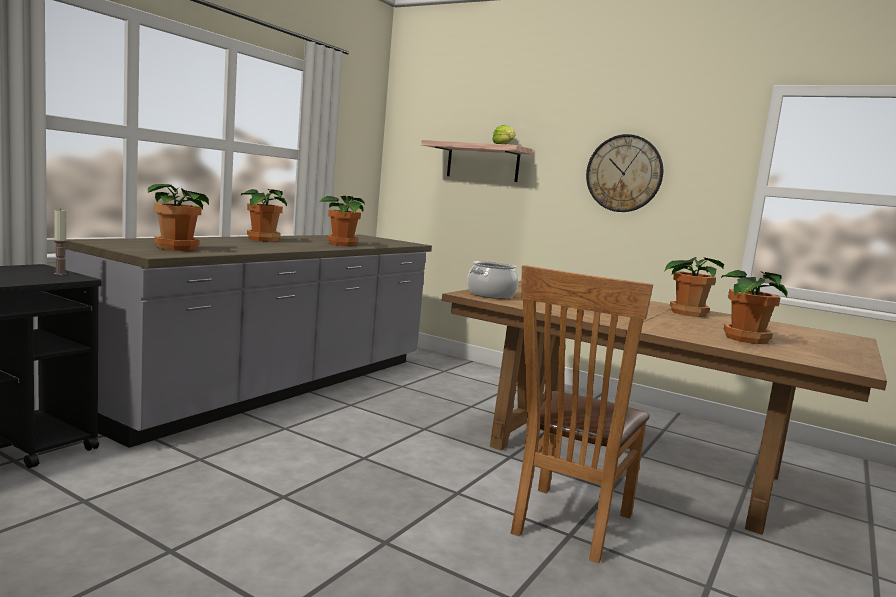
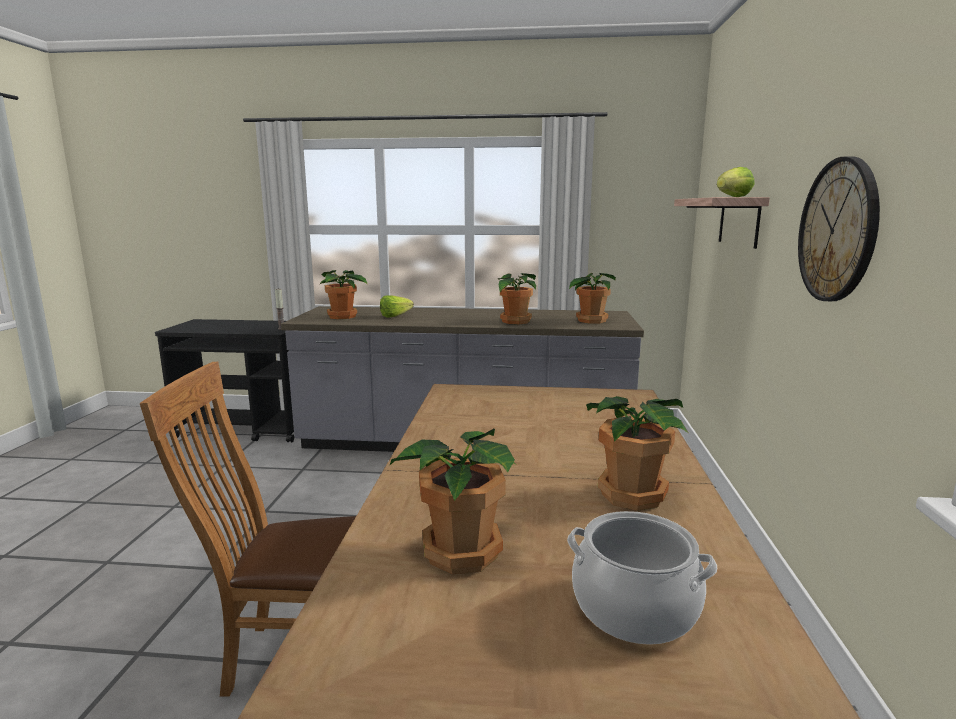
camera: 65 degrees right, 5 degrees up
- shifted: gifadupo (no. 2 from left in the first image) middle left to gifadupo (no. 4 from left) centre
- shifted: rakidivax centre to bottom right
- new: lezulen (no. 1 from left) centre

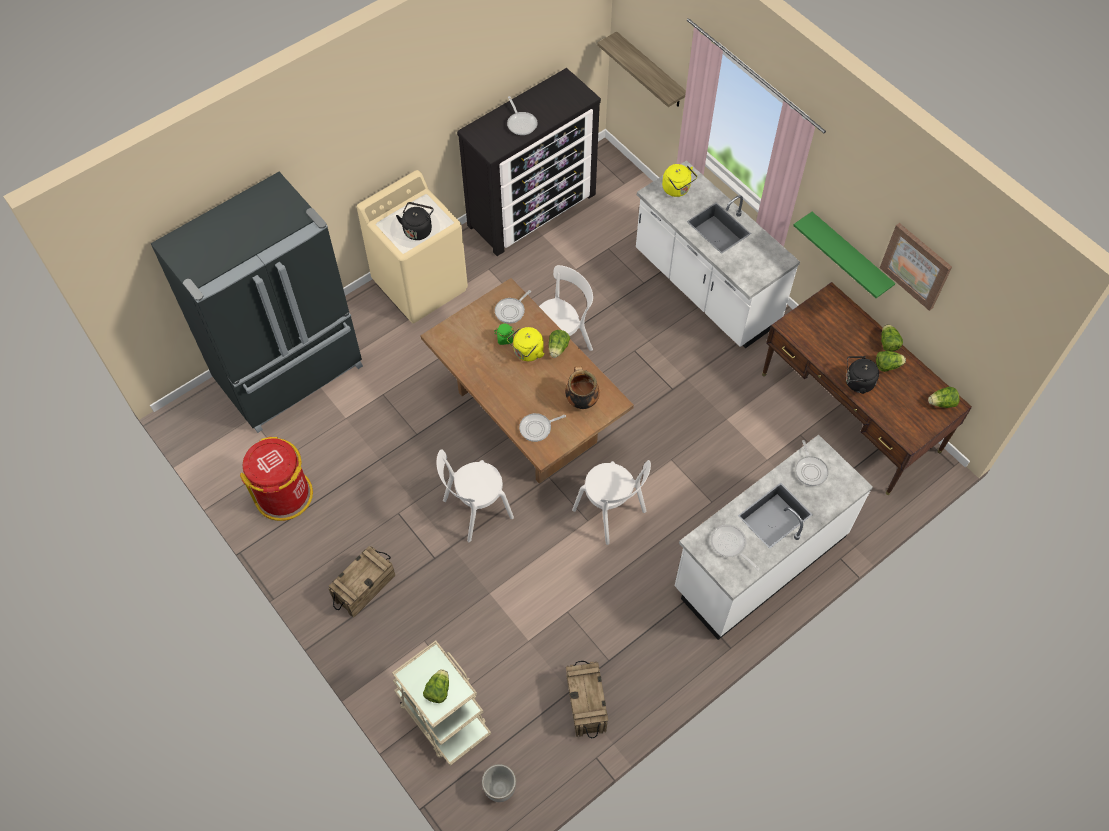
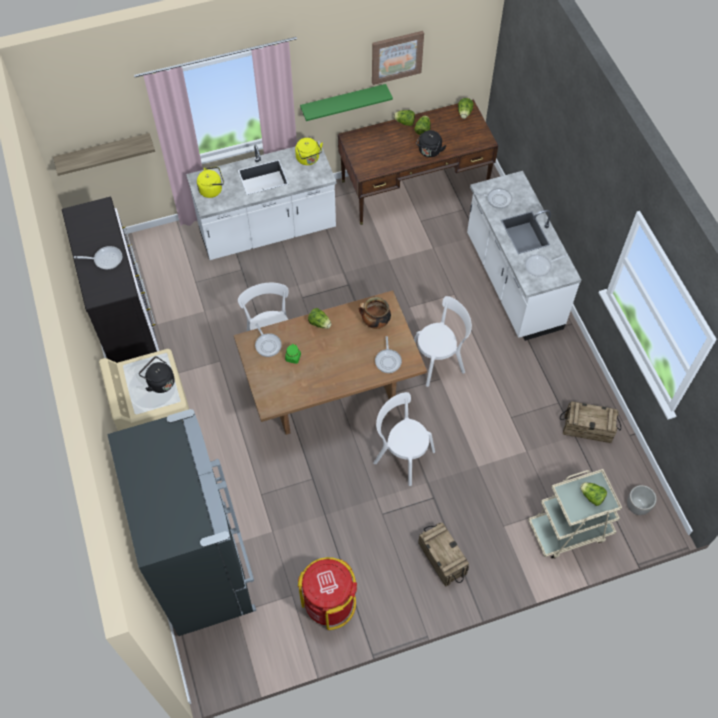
camera: 70 degrees left, 0 degrees up
- shifted: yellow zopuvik (no. 1 from left in the first image) centre to yellow zopuvik (no. 2 from left) top centre
- rotated: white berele (no. 1 from left in the first image) centre = centre 135 degrees clockwise

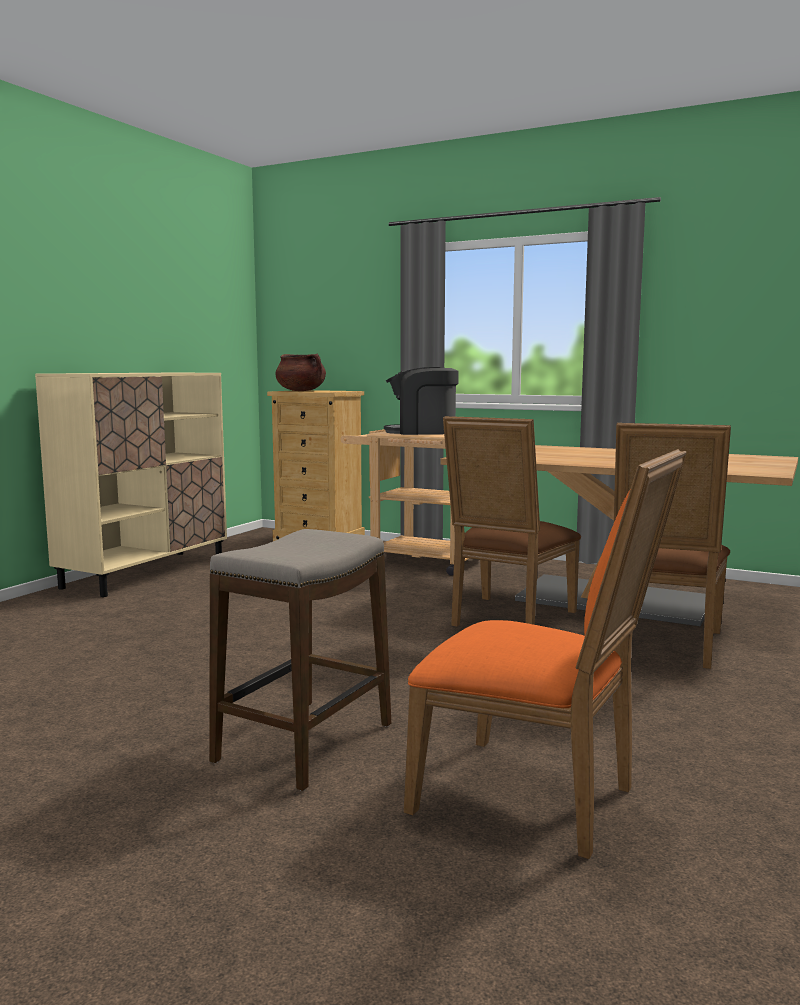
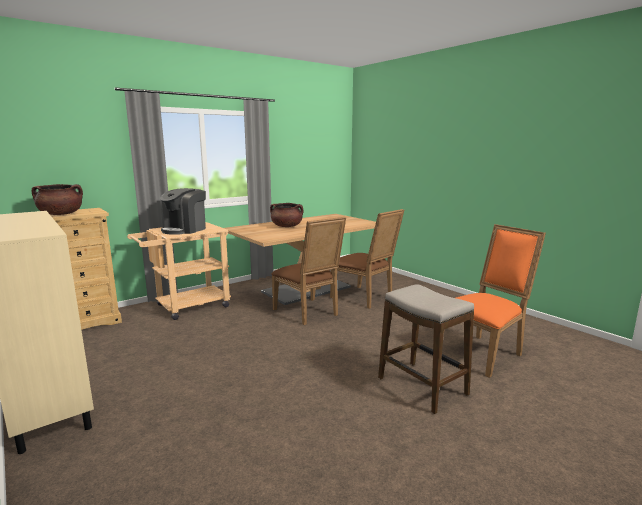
camera: 65 degrees left, 5 degrees up
- new: brown rakidivax (no. 2 from left) centre

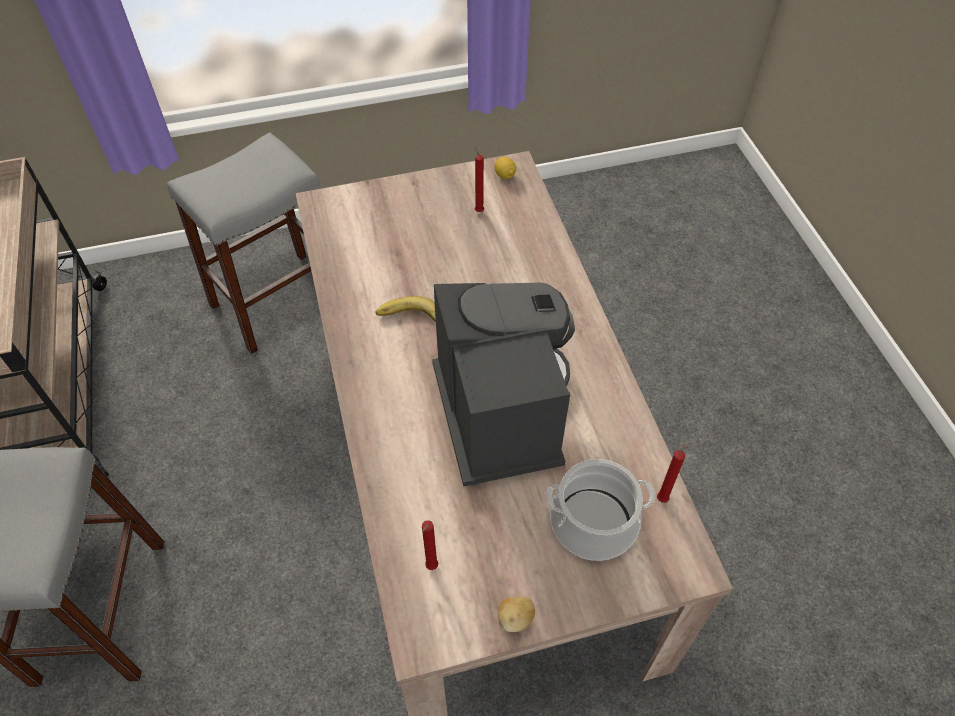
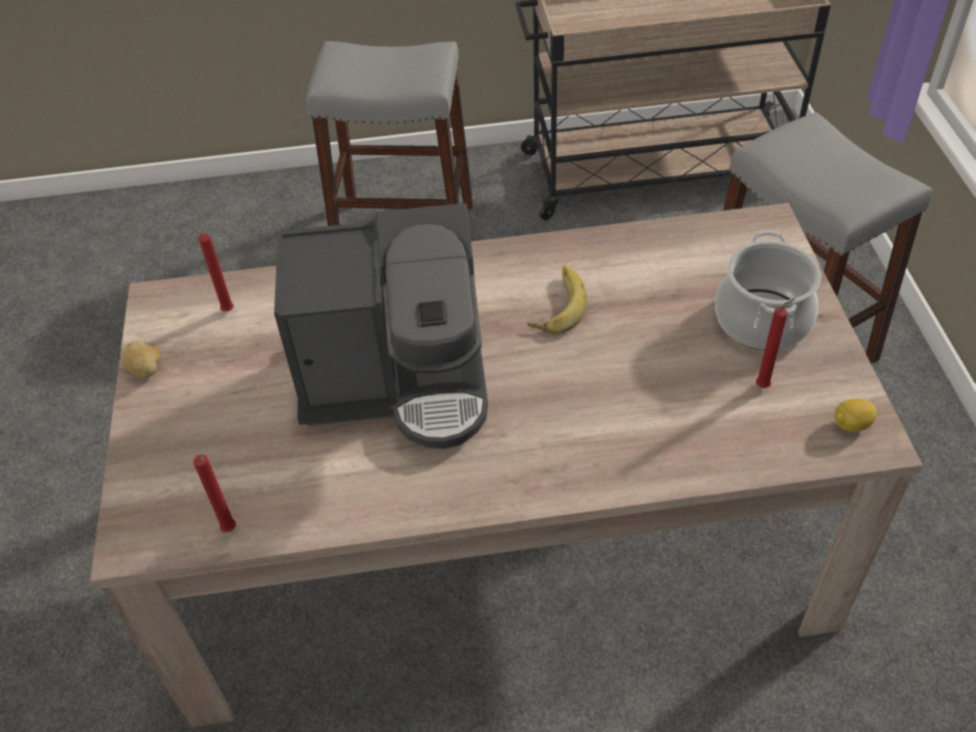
camera: 100 degrees right, 5 degrees down
- shifted: rakidivax bottom centre to middle right

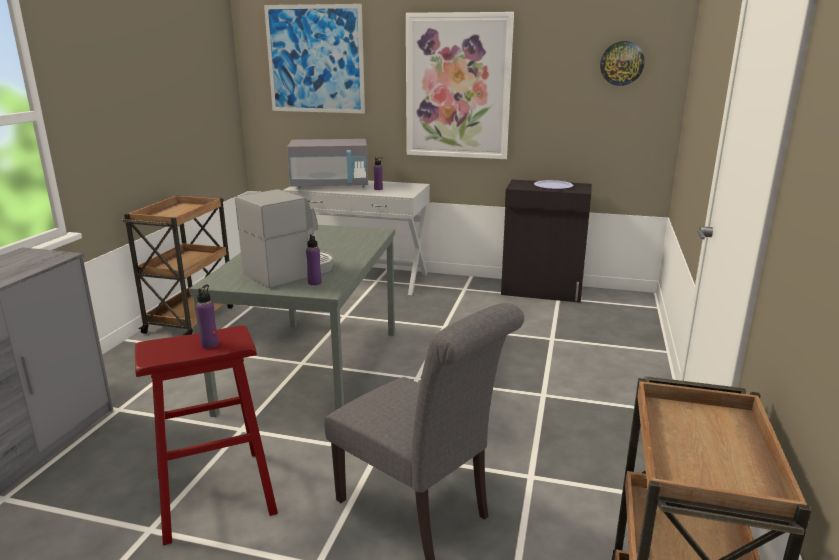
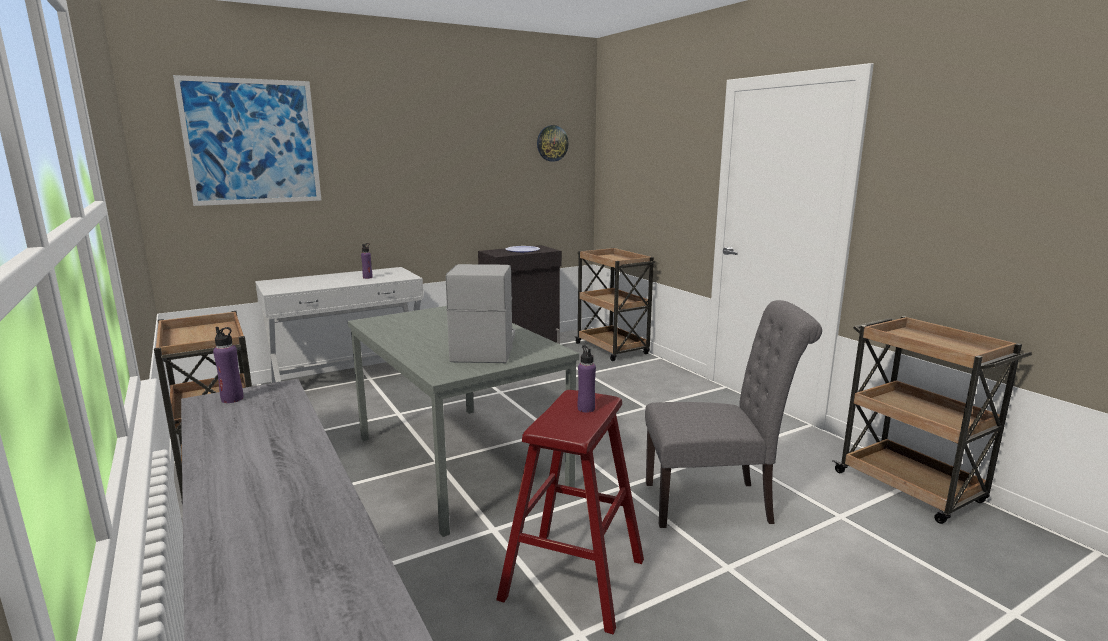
camera: 45 degrees left, 5 degrees down
- gone: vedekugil (no. 2 from left) top centre
- gone: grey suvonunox top centre
- shifted: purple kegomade (no. 2 from left in the first image) centre to purple kegomade (no. 1 from left) middle left
- new: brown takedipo (no. 2 from left) centre

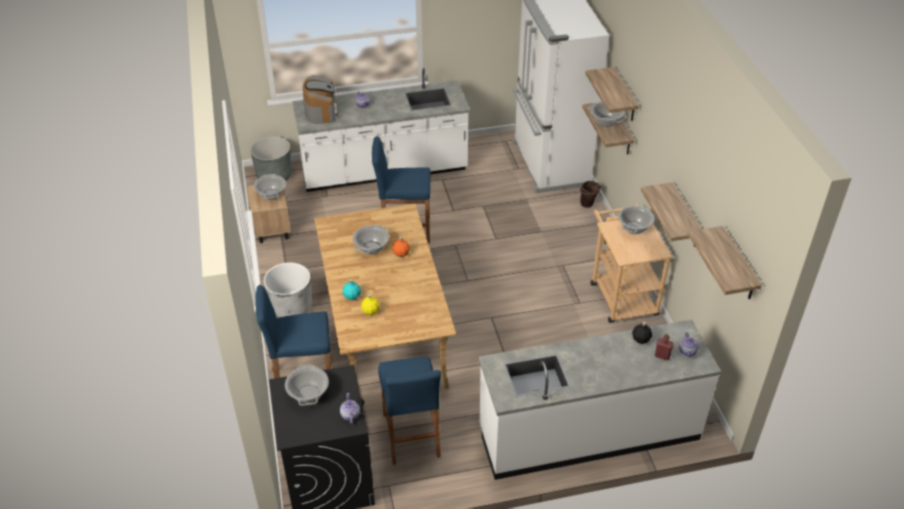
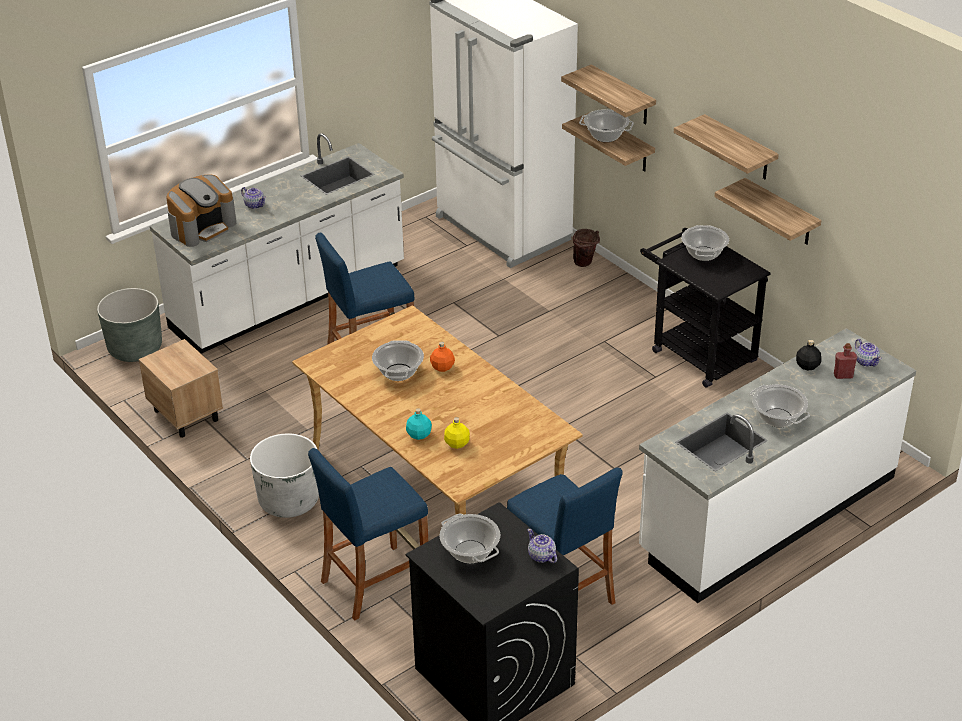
camera: 25 degrees left, 5 degrees down
- rotated: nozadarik top centre = top left 75 degrees clockwise
- shifted: rakidivax (no. 1 from left in the first image) middle left to rakidivax (no. 5 from left) middle right
- repainted: beige takedipo middle right to black takedipo middle right
- shifted: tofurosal (no. 4 from left in the first image) middle right to tofurosal (no. 3 from left) top right

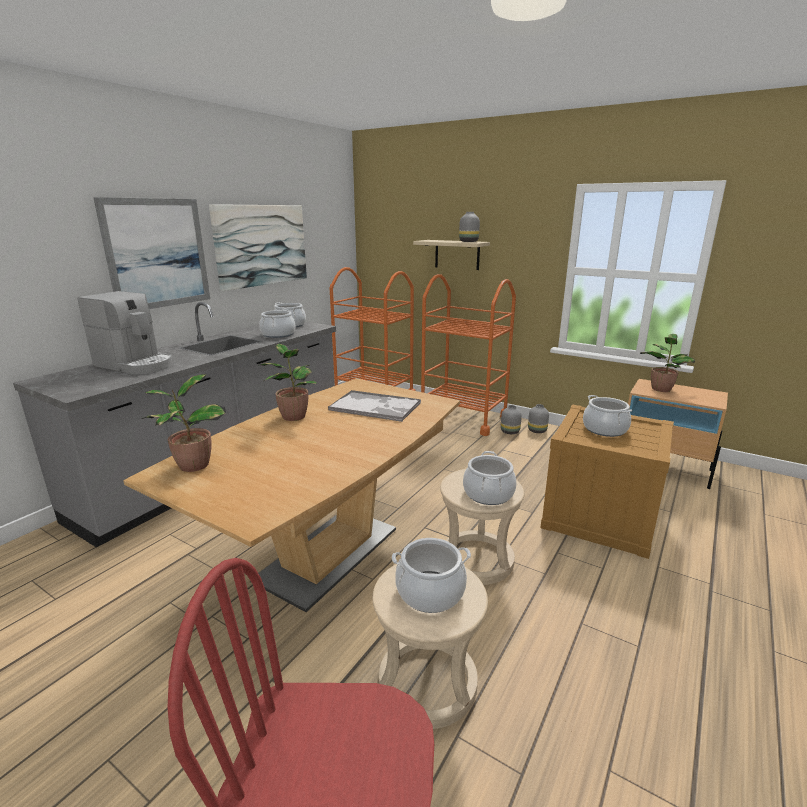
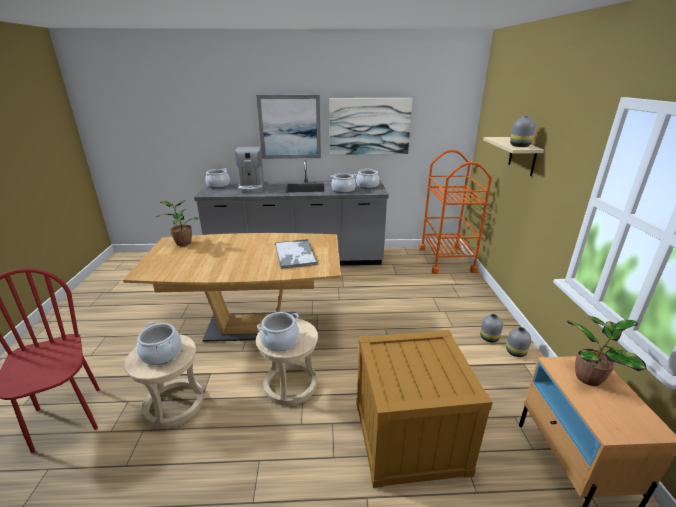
camera: 55 degrees right, 5 degrees up
- gone: orange takedipo (no. 2 from left) centre
- gone: gifadupo (no. 2 from left) centre
- shifted: rakidivax (no. 5 from left in the first image) middle right to rakidivax (no. 2 from left) middle left

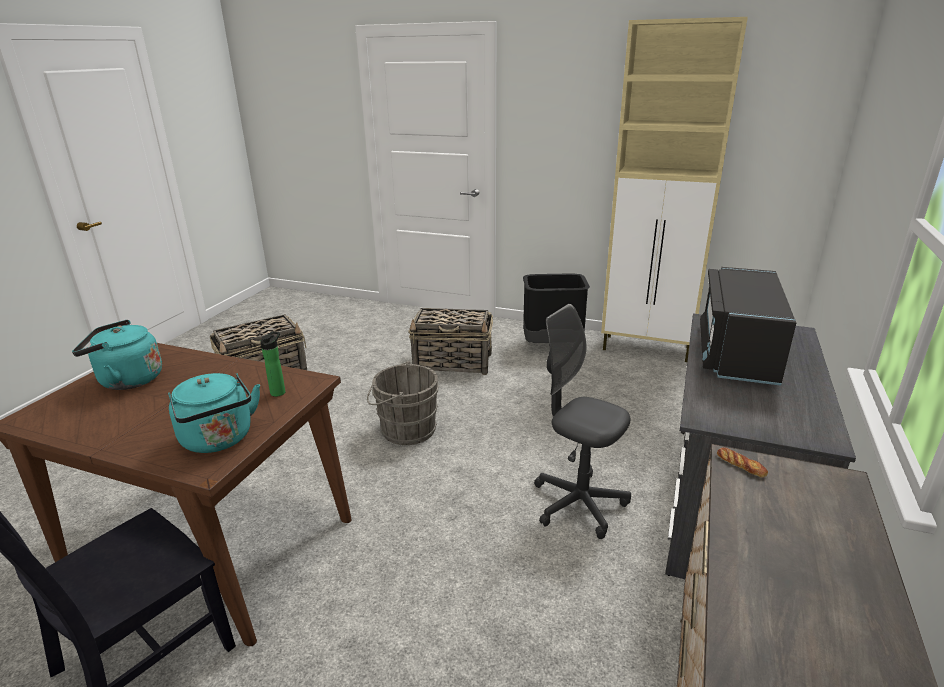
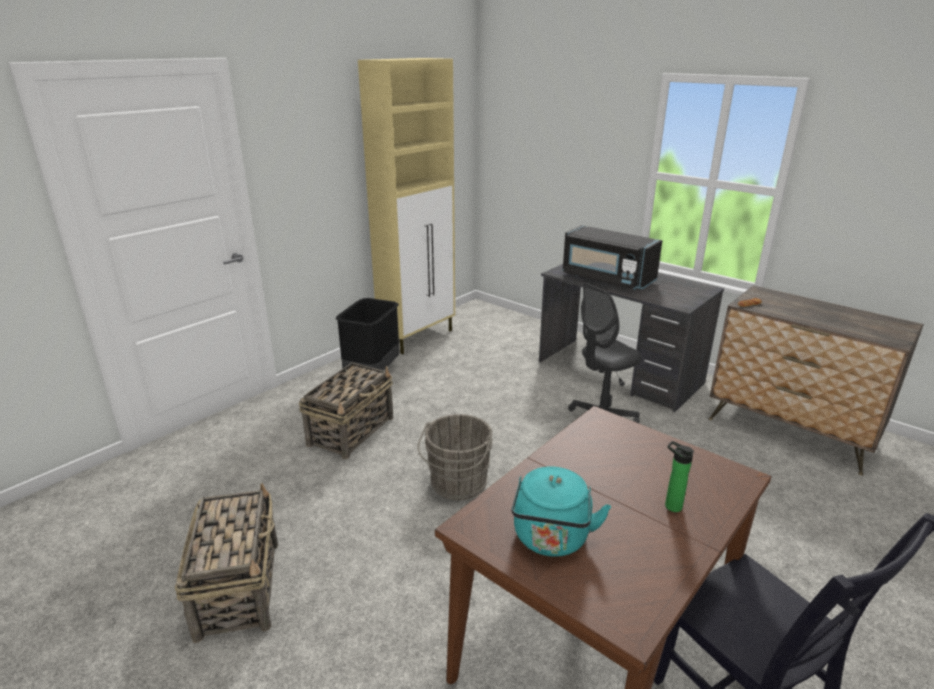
camera: 70 degrees left, 0 degrees up
- shifted: kegomade middle left to bottom right
- gone: turquoise zopuvik (no. 2 from left) middle left

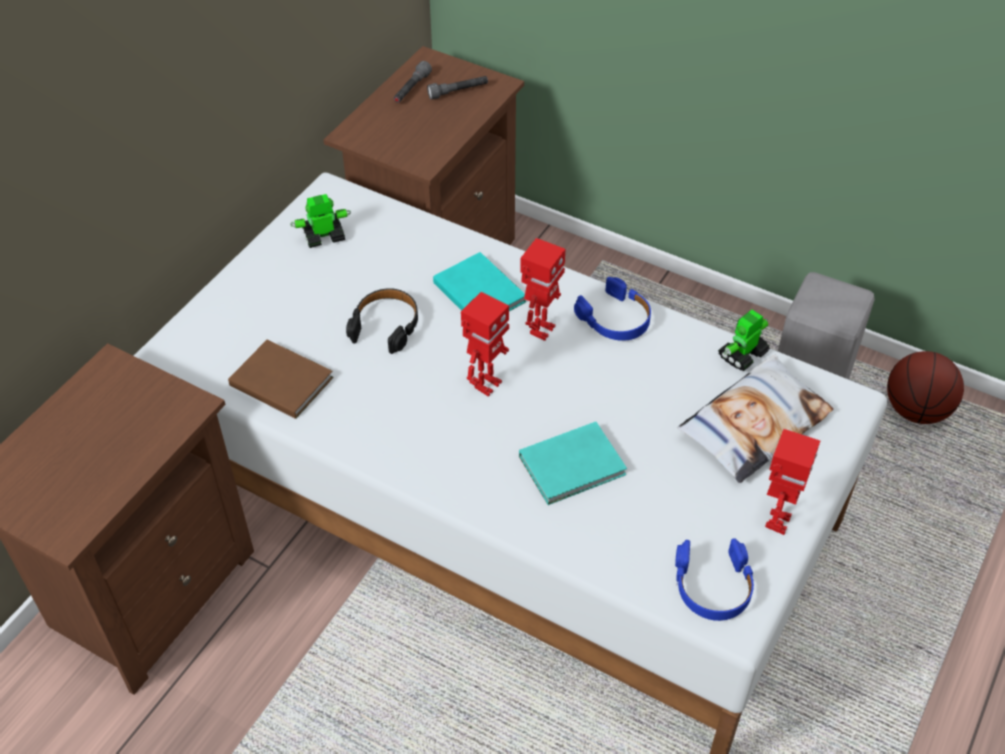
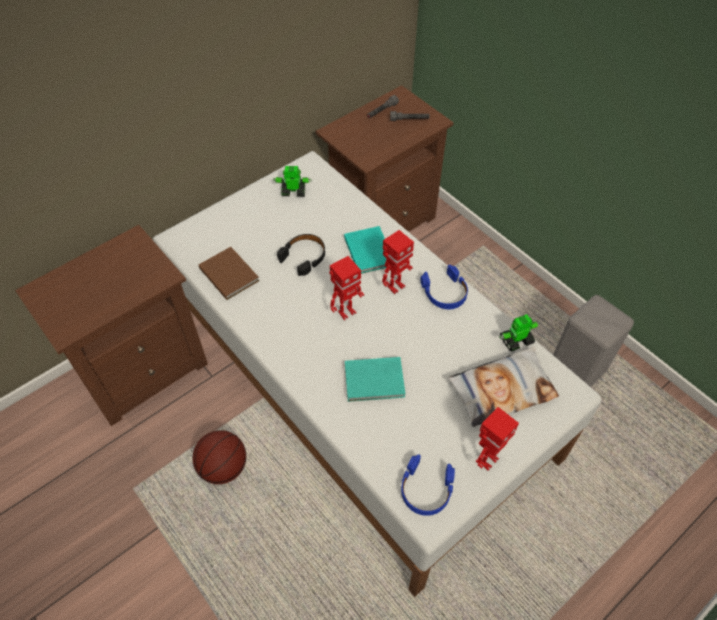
camera: 20 degrees right, 5 degrees up
- shifted: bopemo middle right to bottom left

